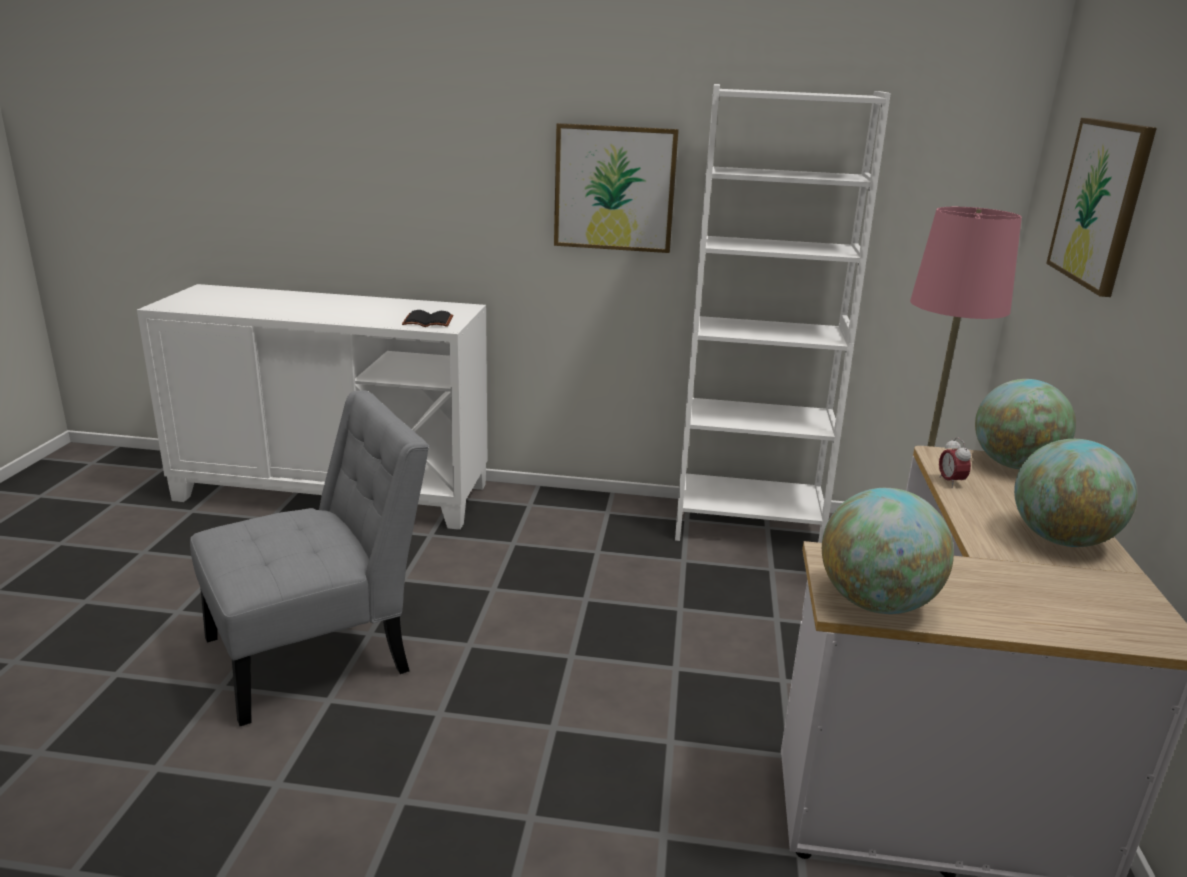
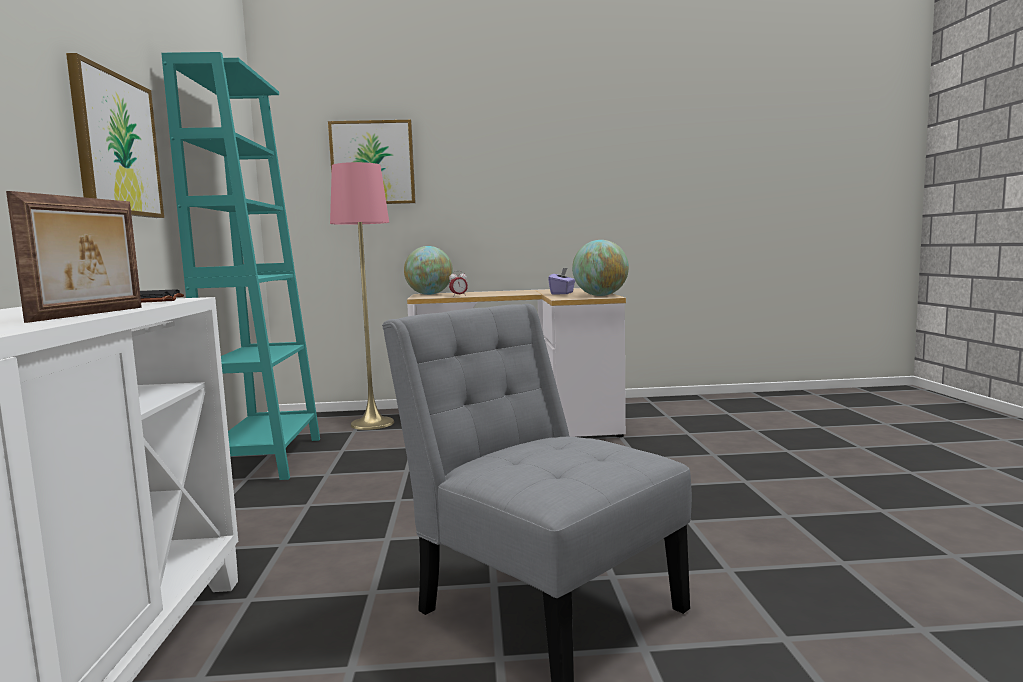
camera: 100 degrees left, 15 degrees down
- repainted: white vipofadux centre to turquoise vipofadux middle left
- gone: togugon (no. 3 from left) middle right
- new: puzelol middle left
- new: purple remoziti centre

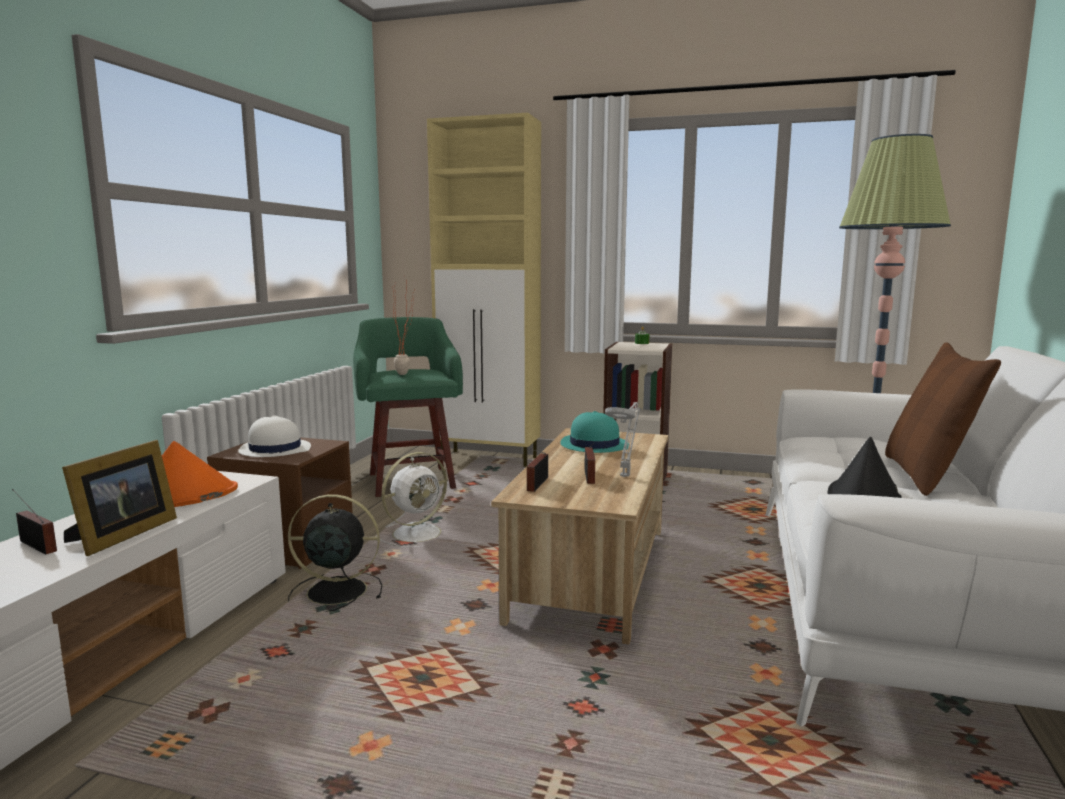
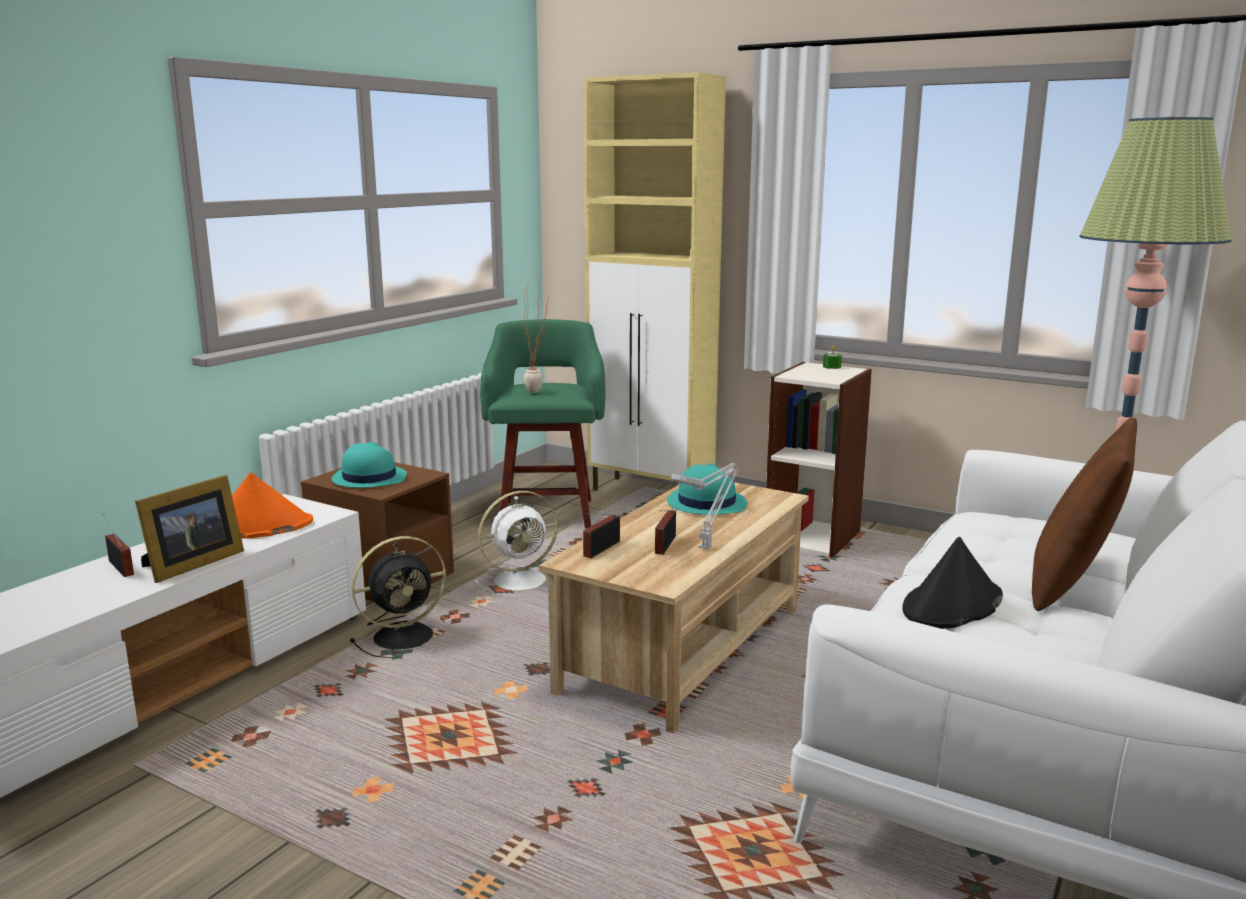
camera: 15 degrees right, 5 degrees up
- repainted: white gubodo middle left to turquoise gubodo (no. 1 from left) middle left
- rotated: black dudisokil bottom left = middle left 135 degrees clockwise

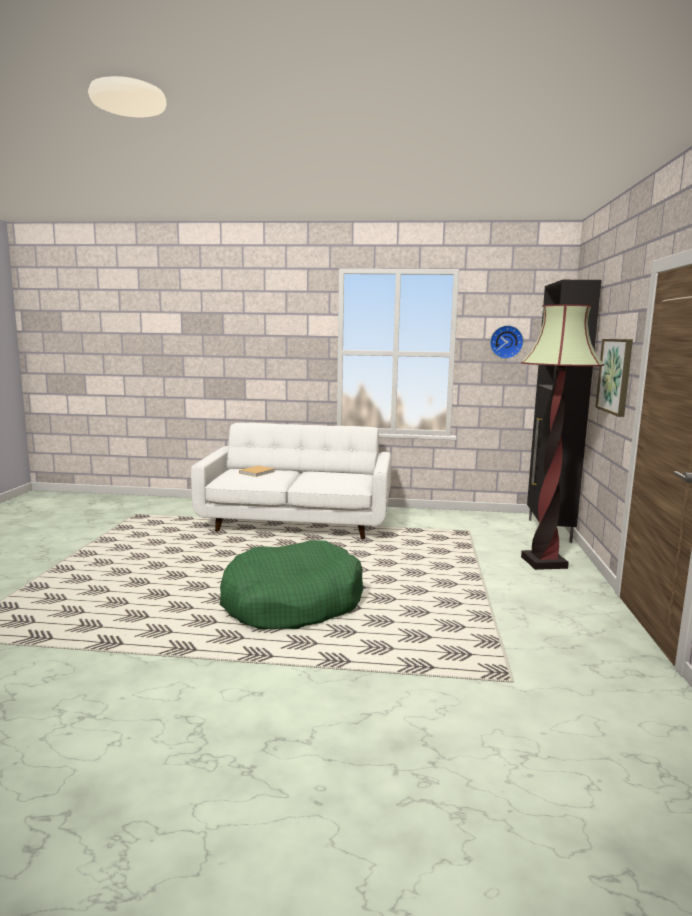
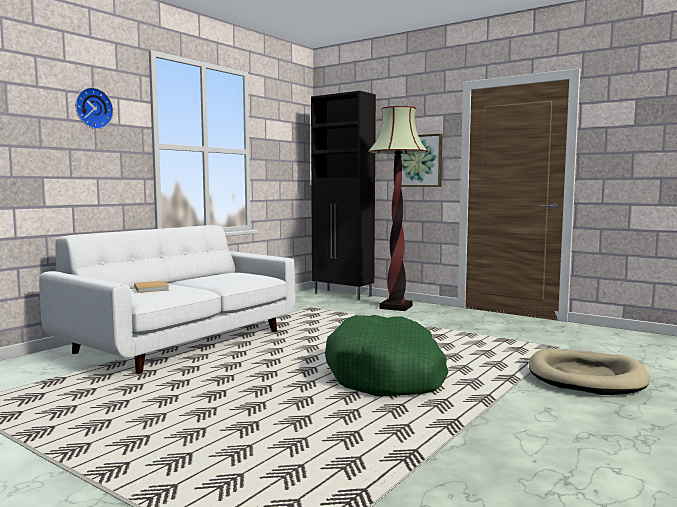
camera: 60 degrees left, 5 degrees down
- shifted: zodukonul middle right to top left
- new: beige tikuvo bottom right

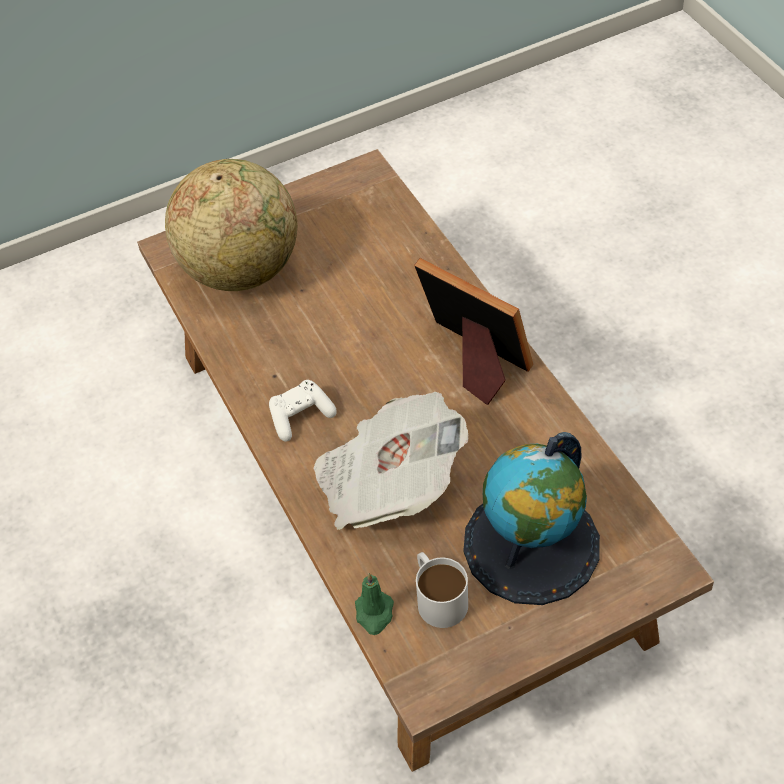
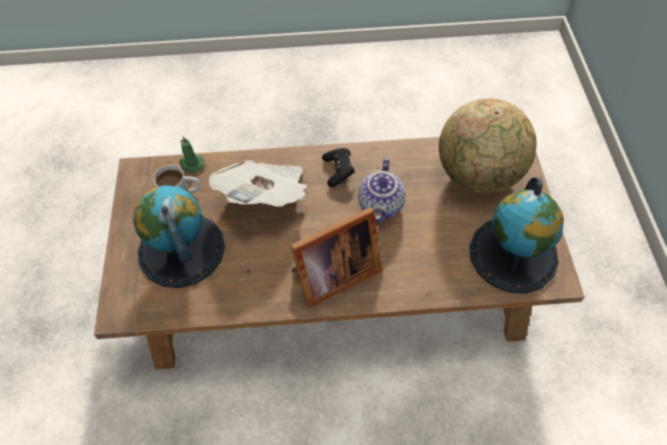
camera: 110 degrees right, 5 degrees up
- repainted: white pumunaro centre to black pumunaro centre
- new: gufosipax centre
- new: togugon (no. 3 from left) middle right

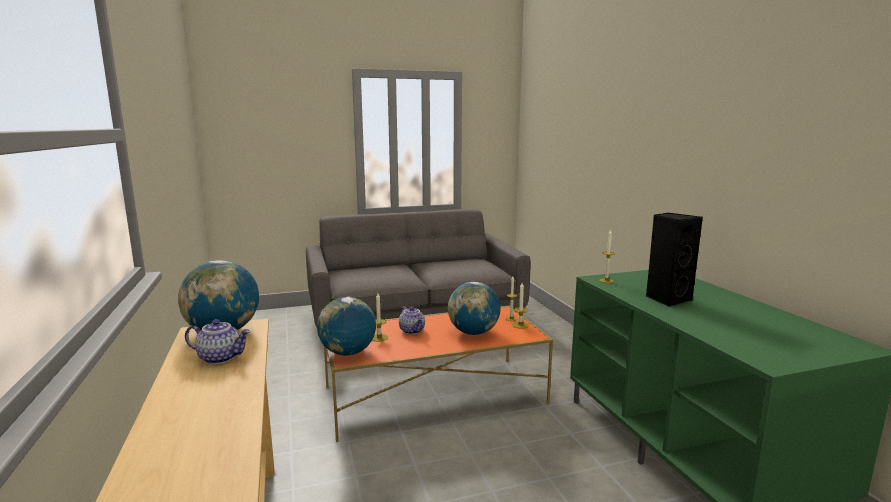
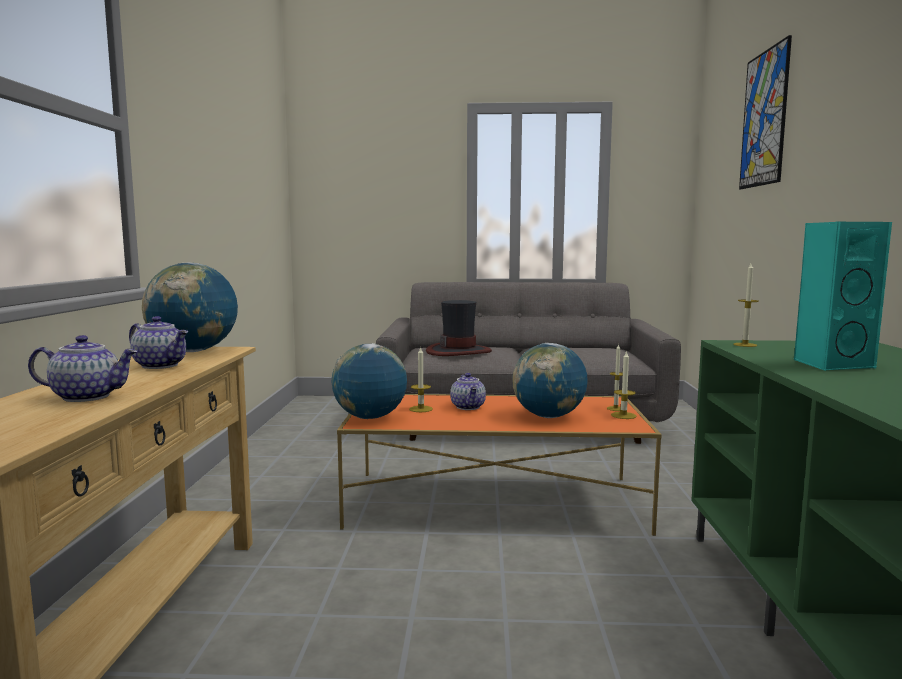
camera: 20 degrees right, 5 degrees down
- repainted: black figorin middle right to turquoise figorin middle right
- new: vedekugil top right
- new: gubodo centre
- new: gufosipax (no. 1 from left) middle left

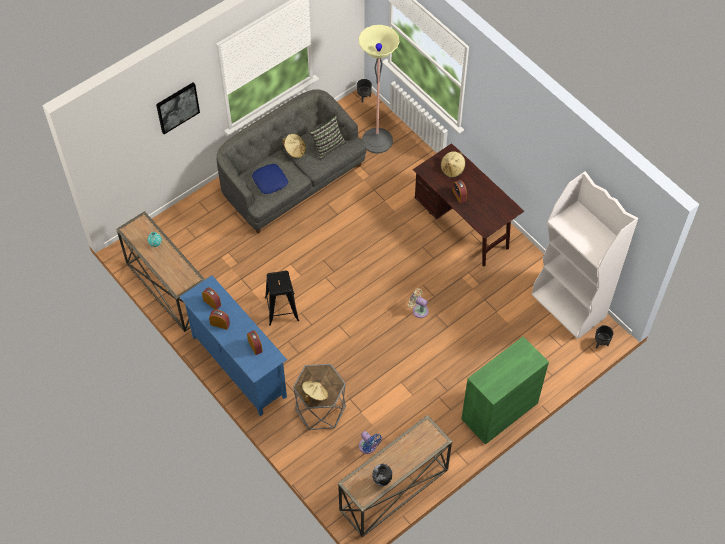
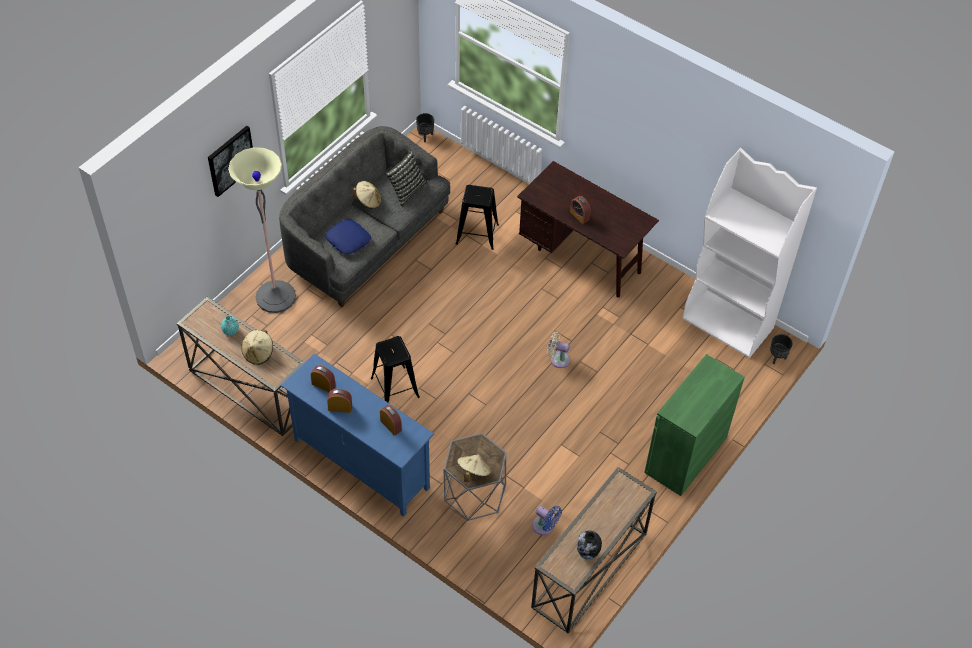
camera: 15 degrees left, 5 degrees down
- shifted: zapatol top centre to middle left
- shifted: beige gubodo (no. 3 from left in the first image) top centre to beige gubodo (no. 1 from left) middle left
- new: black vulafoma (no. 2 from left) centre

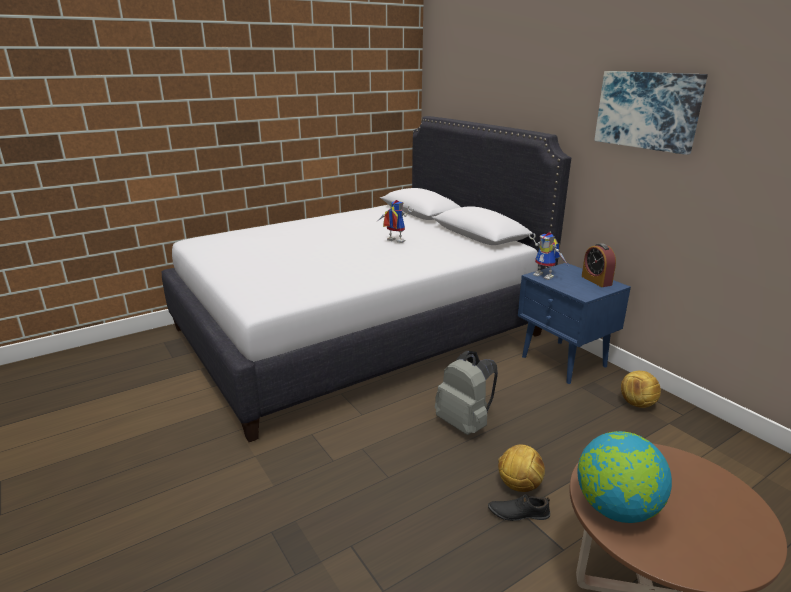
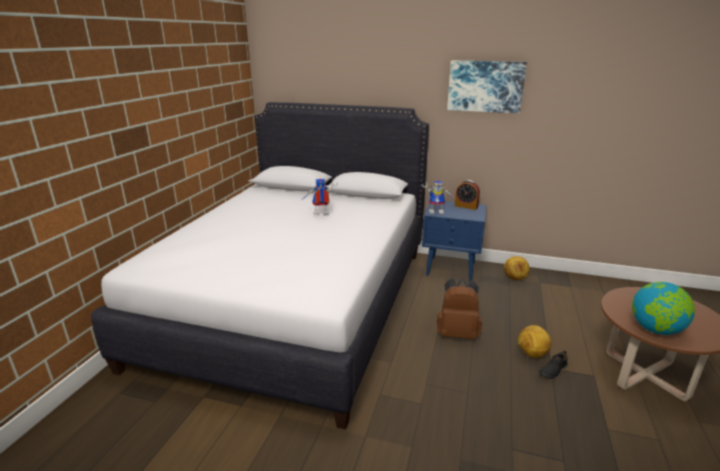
camera: 40 degrees left, 0 degrees up
- repainted: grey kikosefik centre to brown kikosefik centre

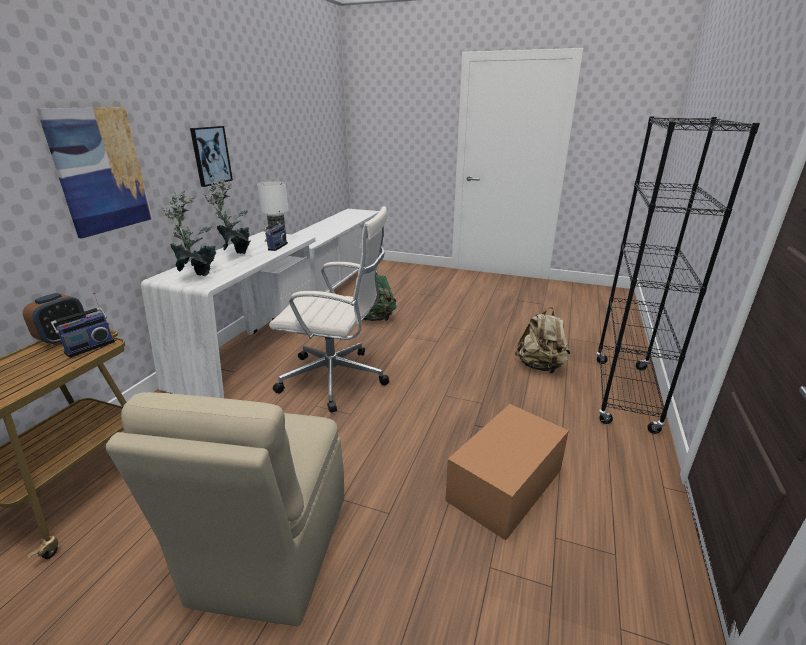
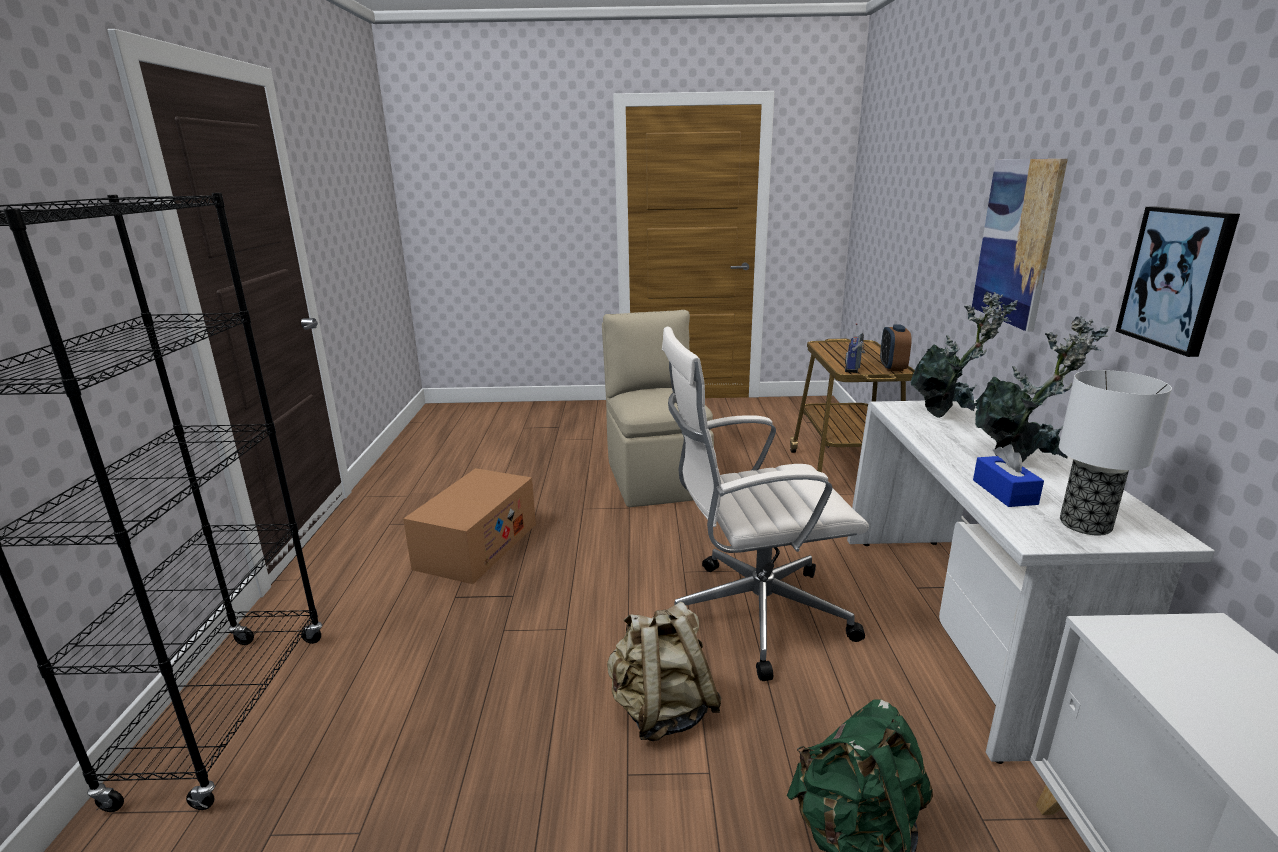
camera: 160 degrees right, 5 degrees down
- swapped: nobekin (no. 2 from left) centre to blue remoziti middle right
- shifted: beige kikosefik middle right to bottom centre

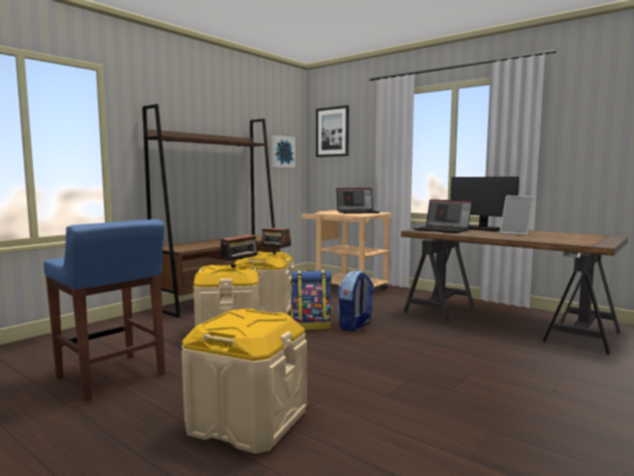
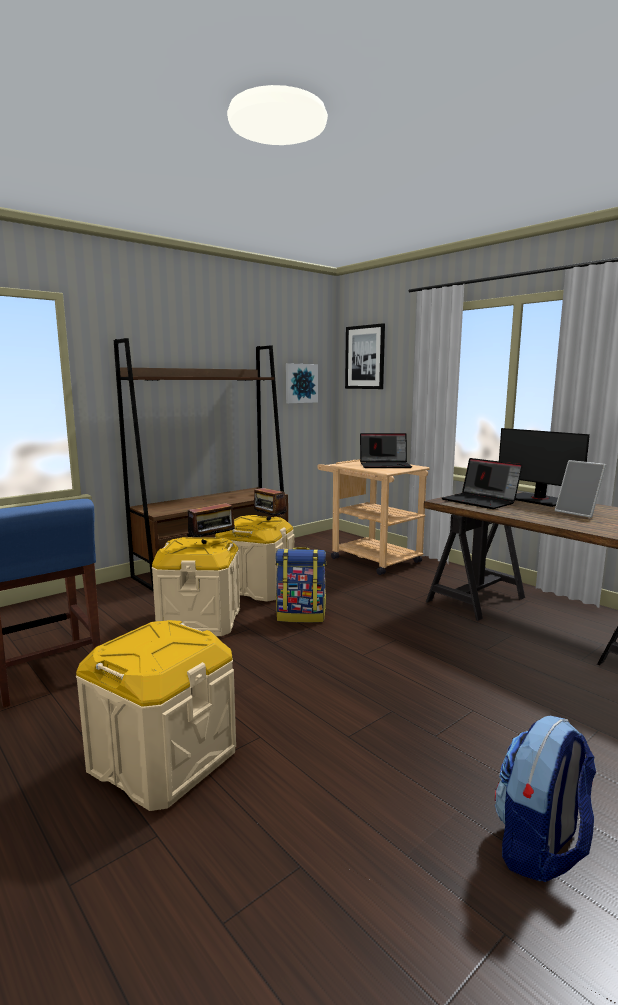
camera: 10 degrees right, 5 degrees up
- shifted: kikosefik (no. 2 from left) centre to bottom right

